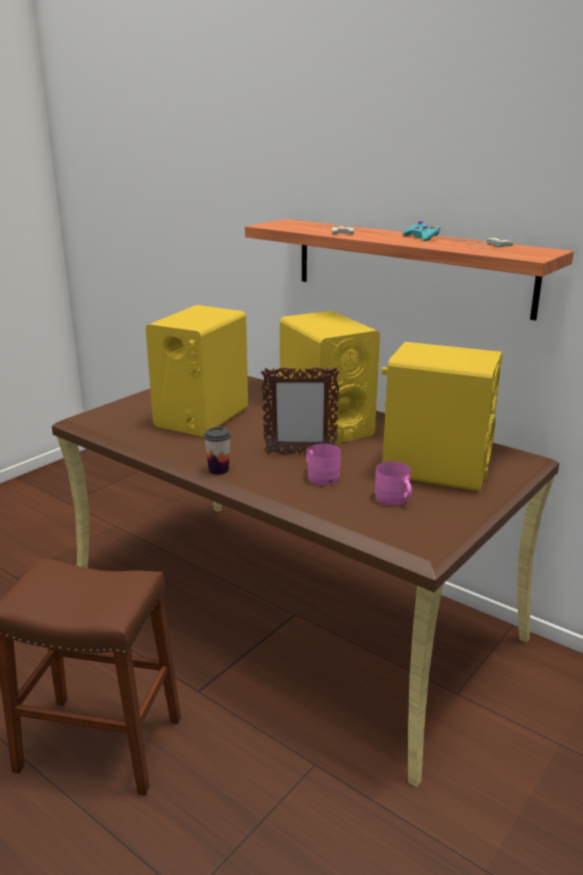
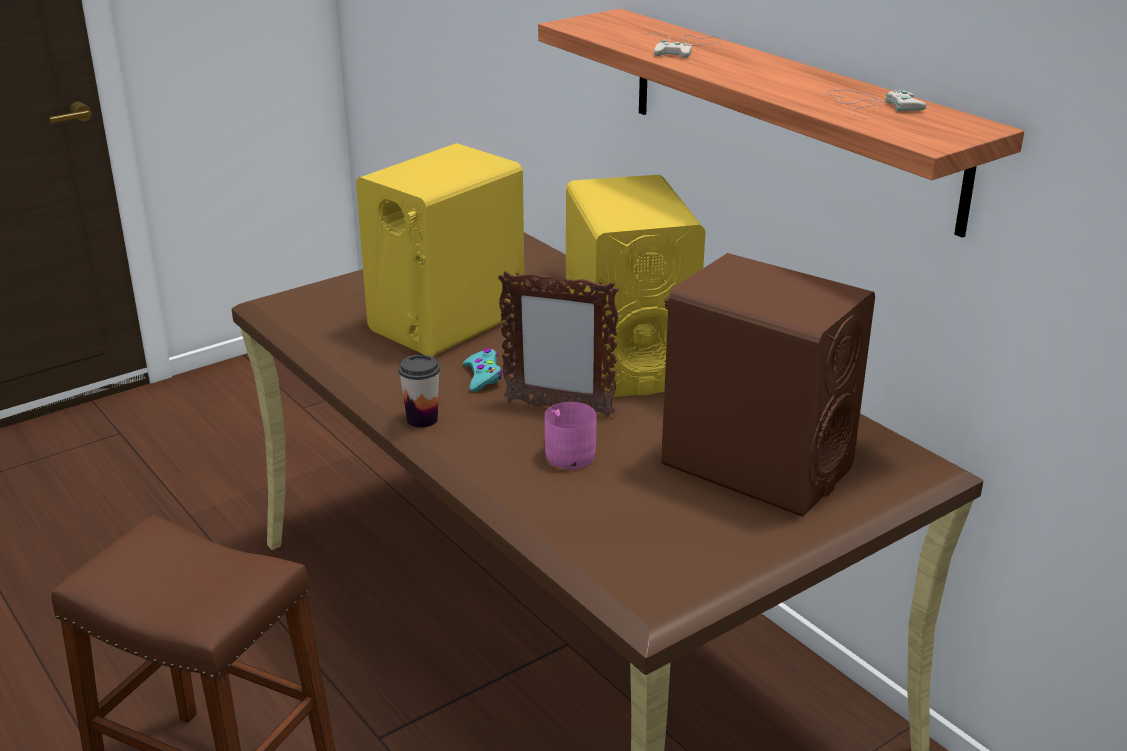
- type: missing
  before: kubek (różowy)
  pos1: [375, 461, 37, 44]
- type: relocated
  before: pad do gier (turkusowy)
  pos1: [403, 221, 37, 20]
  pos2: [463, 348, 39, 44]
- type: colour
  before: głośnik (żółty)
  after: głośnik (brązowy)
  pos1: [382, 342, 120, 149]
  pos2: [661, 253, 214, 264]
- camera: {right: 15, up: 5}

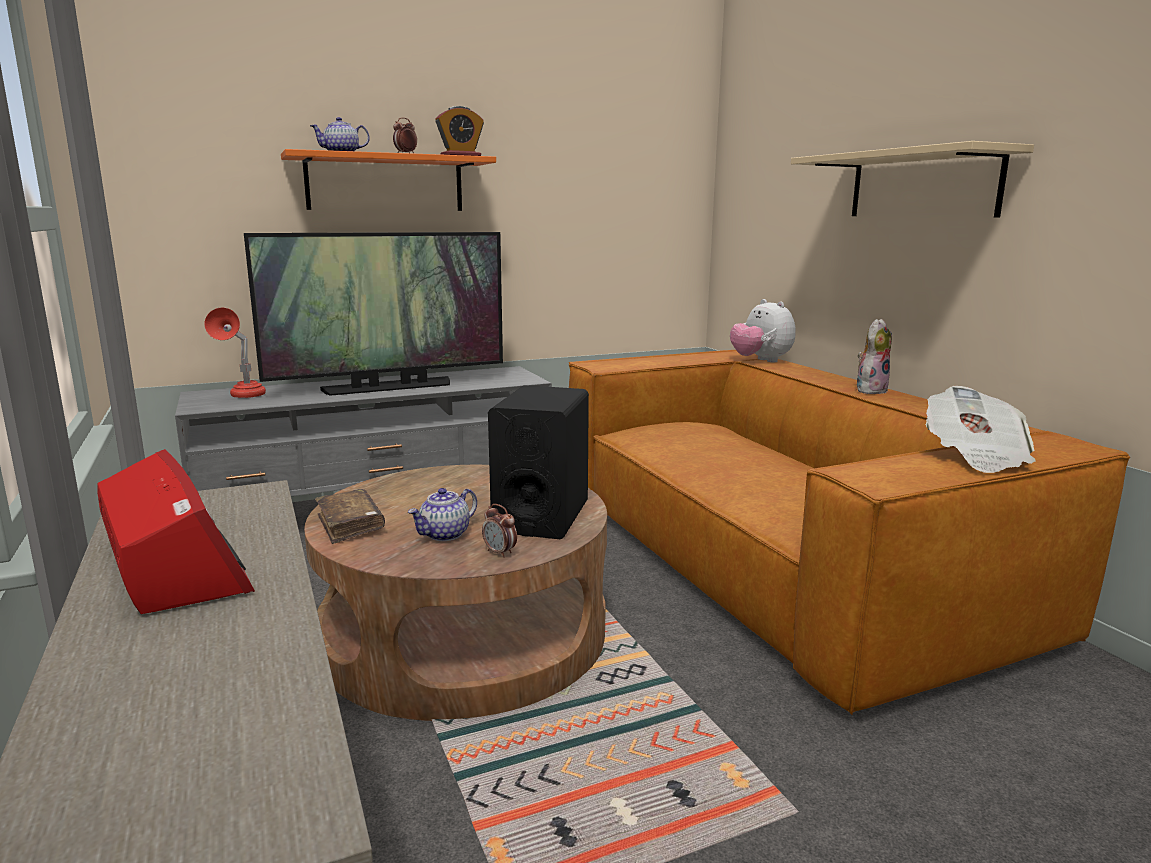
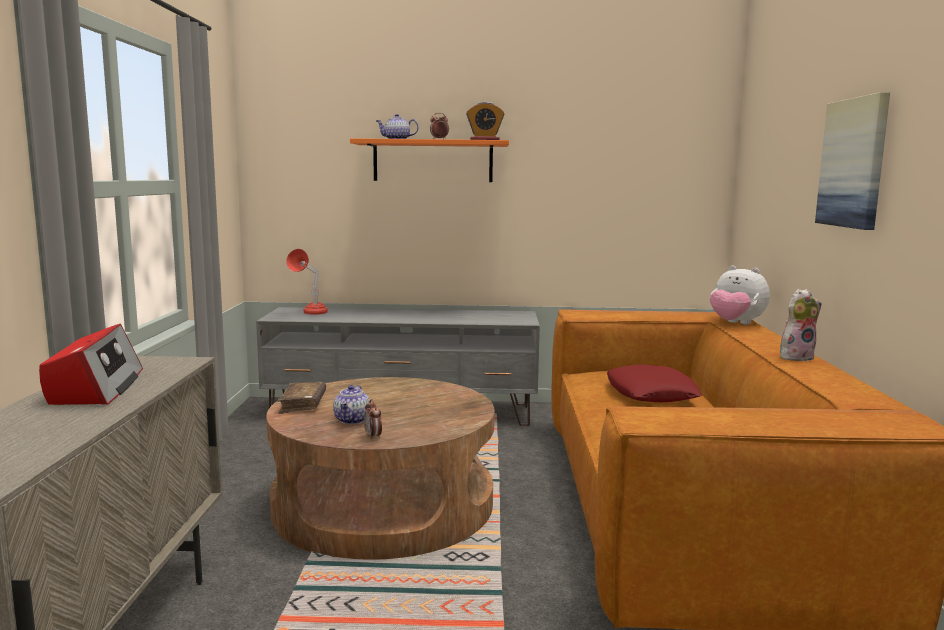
- type: missing
  before: telewizor
  pos1: [244, 232, 259, 164]
- type: missing
  before: głośnik (czarny)
  pos1: [488, 385, 101, 154]
- type: missing
  before: gazeta
  pos1: [925, 386, 110, 87]
- type: appeared
  after: poduszka (czerwony)
  pos2: [607, 365, 95, 37]
- type: exchanged
  before: półka (beżowy)
  after: obraz
  pos1: [791, 141, 243, 77]
  pos2: [815, 92, 75, 138]
- type: spun
  before: imbryk
  pos1: [408, 488, 69, 53]
  pos2: [333, 385, 37, 39]
  turn: -60
- type: spun
  before: pluszak
  pos1: [730, 299, 65, 63]
  pos2: [710, 266, 60, 59]
  turn: -45
- camera: {right: 25, up: -5}

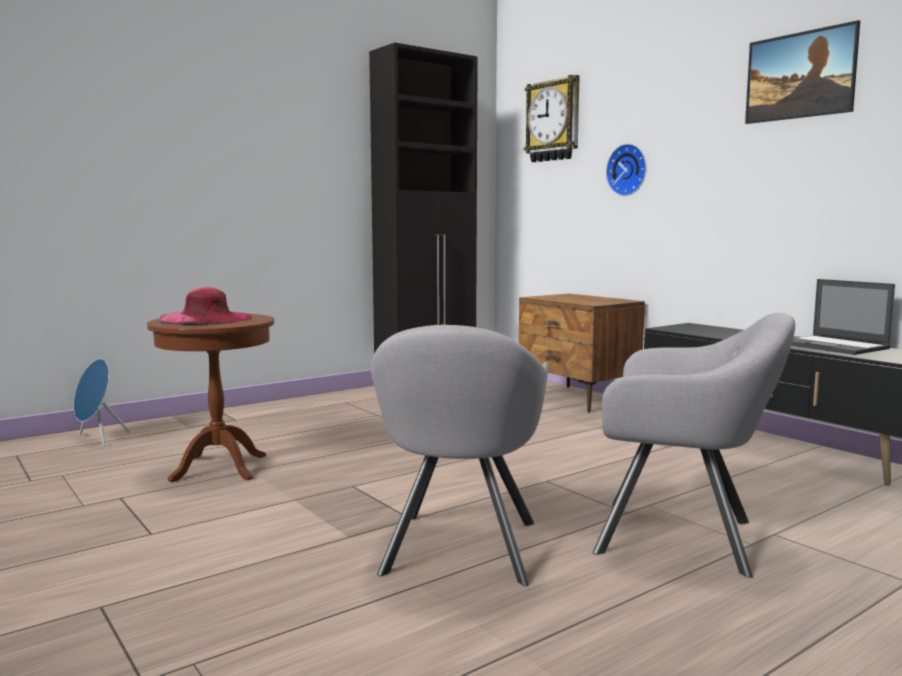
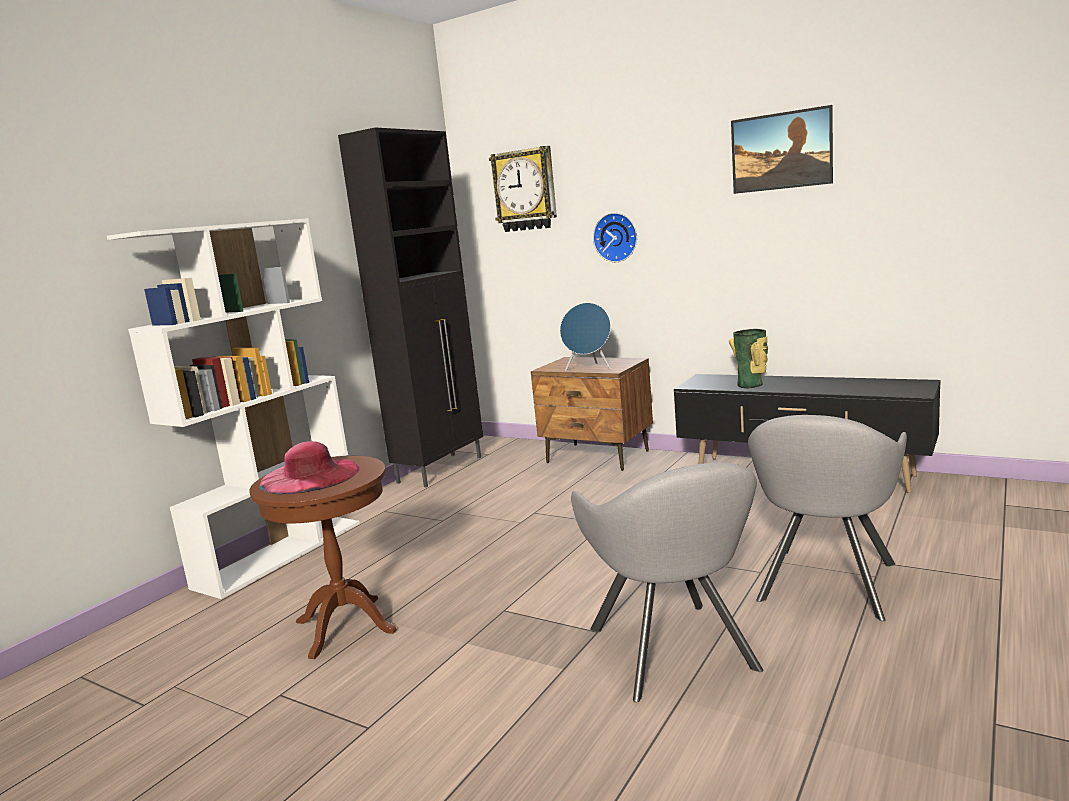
- type: missing
  before: laptop
  pos1: [791, 279, 104, 76]
- type: appeared
  after: regał (biały)
  pos2: [107, 218, 253, 381]
- type: appeared
  after: wazon
  pos2: [729, 329, 39, 59]
- type: relocated
  before: głośnik (niebieski)
  pos1: [74, 359, 56, 87]
  pos2: [560, 303, 51, 68]
- type: spun
  before: fotel (szary)
  pos1: [592, 313, 203, 265]
  pos2: [748, 415, 159, 206]
  turn: 120
- camera: {right: -20, up: 5}

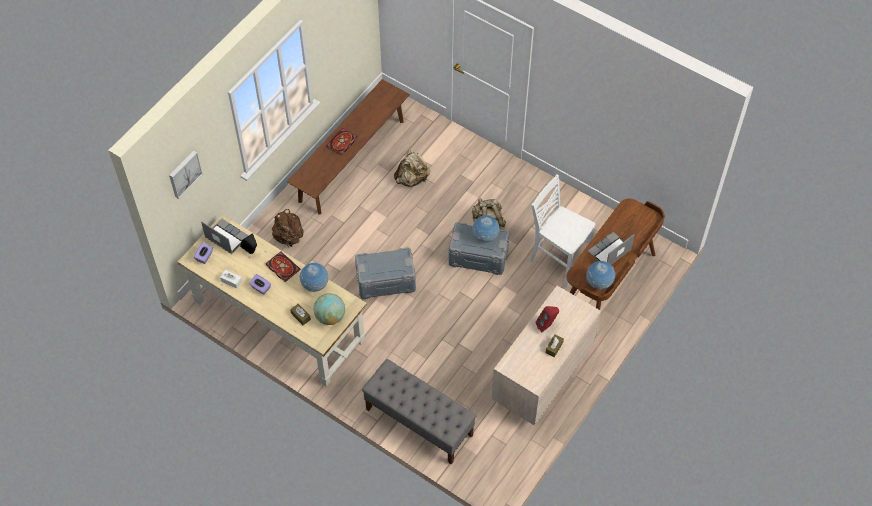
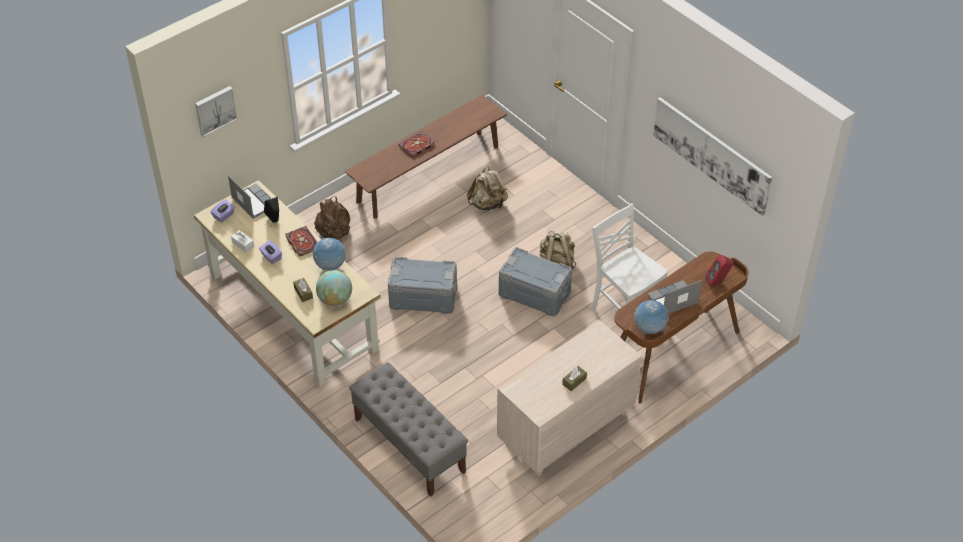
- type: missing
  before: globus
  pos1: [472, 215, 28, 28]
- type: appeared
  after: obraz
  pos2: [653, 97, 119, 119]
- type: relocated
  before: głośnik (czerwony)
  pos1: [536, 306, 23, 26]
  pos2: [706, 255, 28, 31]
- camera: {right: 15, up: -10}

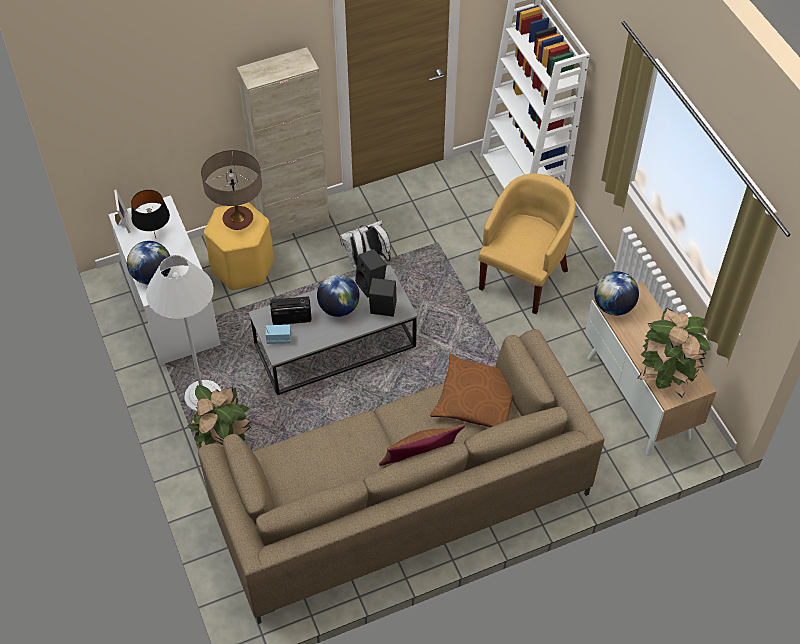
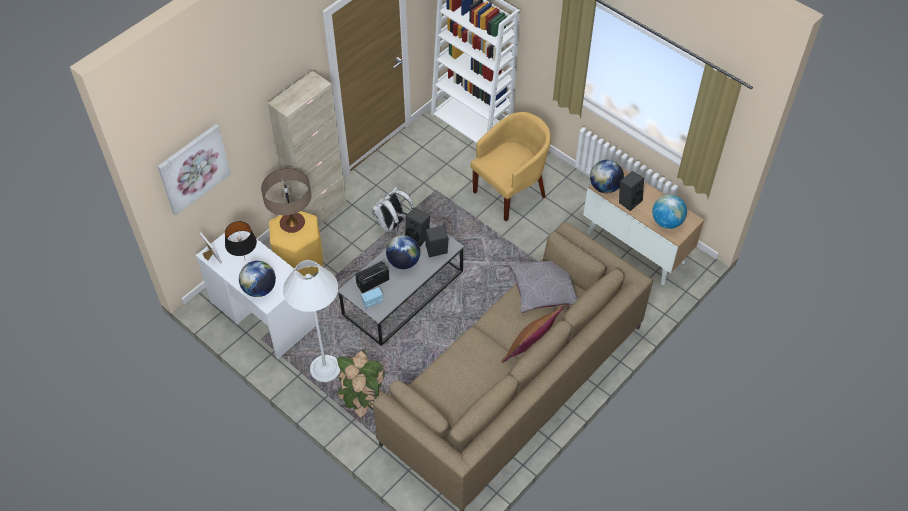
- type: appeared
  after: obraz
  pos2: [157, 124, 74, 92]
- type: appeared
  after: głośnik (czarny)
  pos2: [619, 171, 25, 40]
- type: exchanged
  before: roślina doniczkowa
  after: globus
  pos1: [637, 308, 74, 90]
  pos2: [652, 194, 35, 35]
- type: colour
  before: poduszka (brązowy)
  after: poduszka (szary)
  pos1: [430, 354, 83, 73]
  pos2: [509, 260, 69, 53]
- type: spun
  before: fotel (żółty)
  pos1: [479, 173, 97, 141]
  pos2: [470, 112, 81, 109]
  turn: 45
- camera: {right: -25, up: 0}

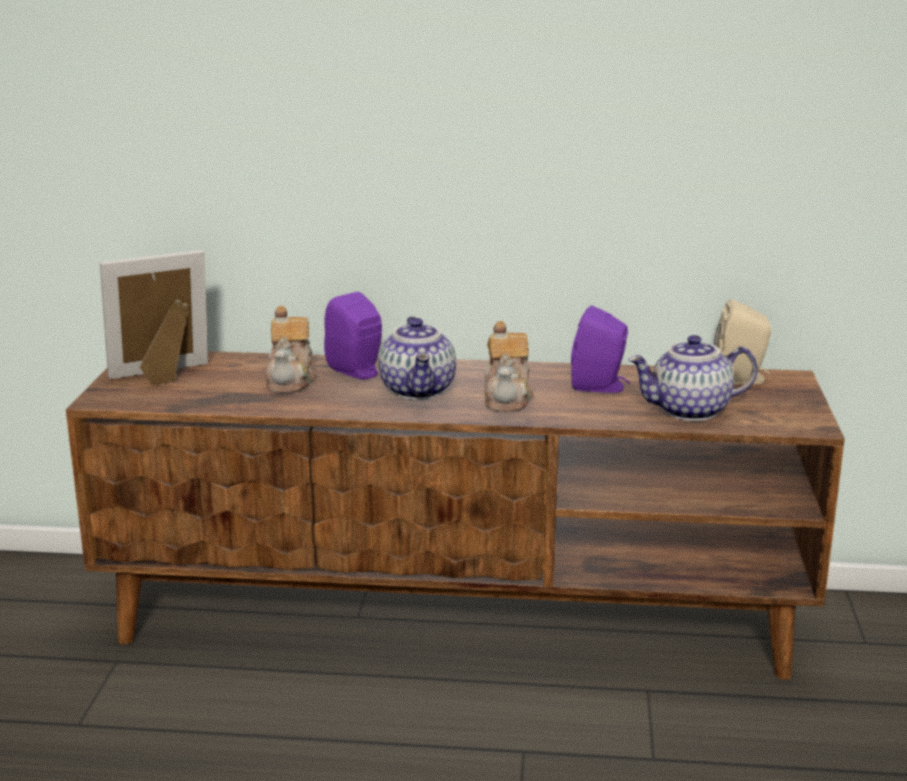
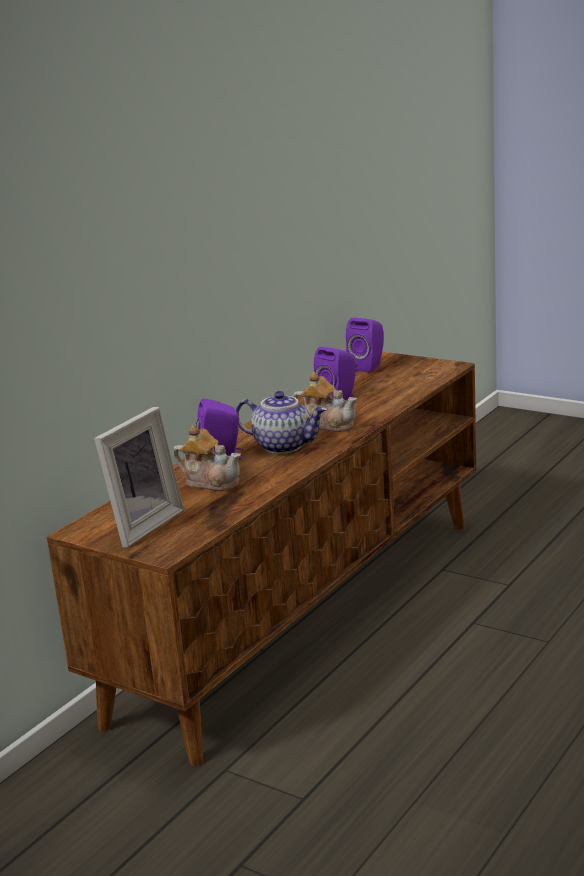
- type: missing
  before: imbryk
  pos1: [628, 335, 130, 86]
- type: colour
  before: głośnik (beżowy)
  after: głośnik (fioletowy)
  pos1: [714, 299, 57, 85]
  pos2: [346, 317, 38, 55]
- type: spun
  before: ramka na zdjęcie
  pos1: [100, 250, 108, 136]
  pos2: [94, 407, 90, 140]
  turn: -150
- camera: {right: -60, up: 0}

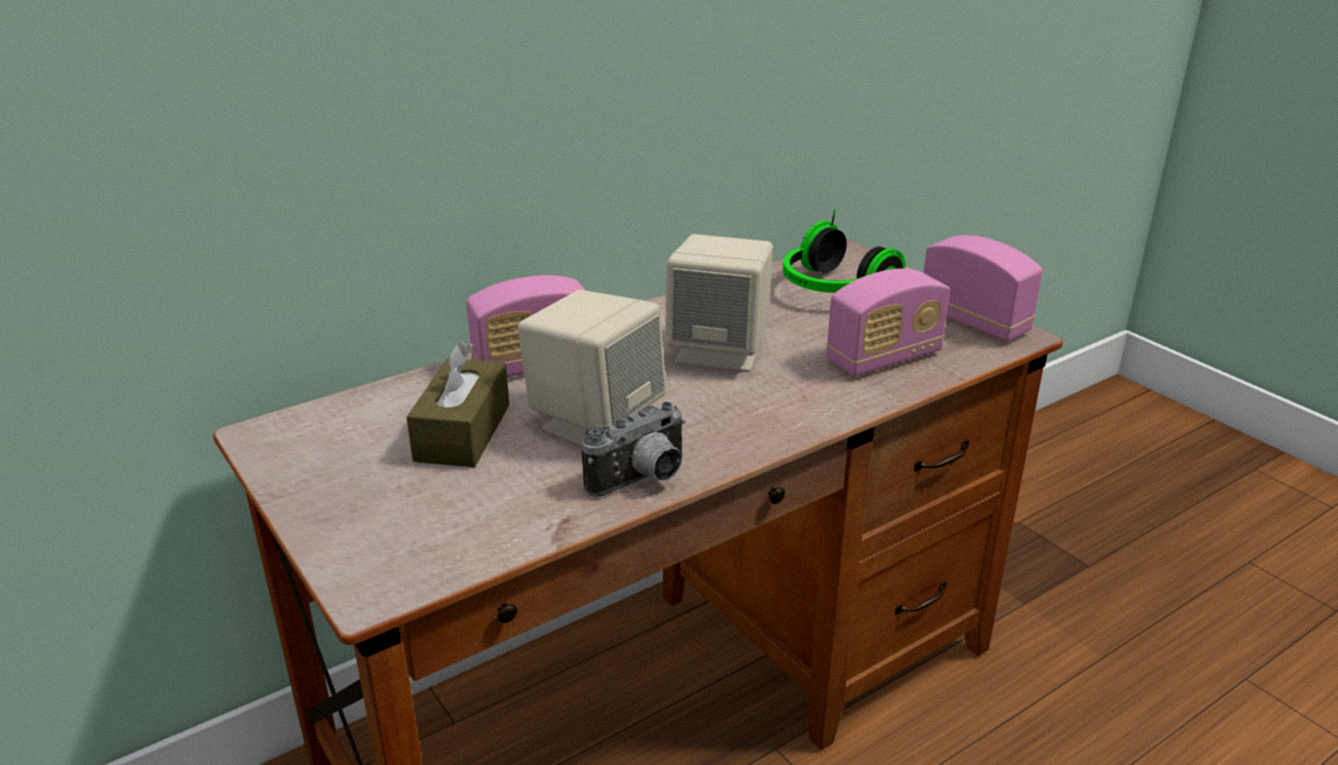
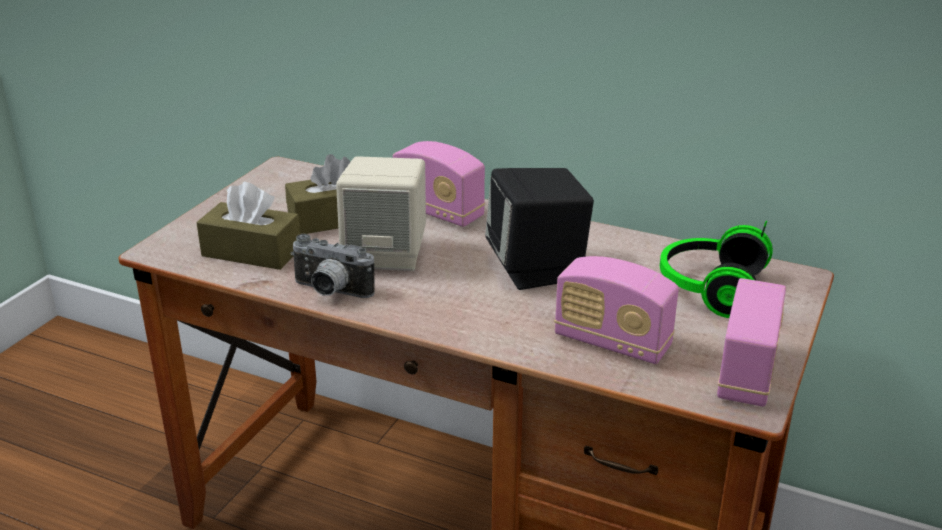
- type: appeared
  after: pudełko chusteczek (brązowy)
  pos2: [196, 182, 105, 88]
- type: colour
  before: głośnik (beżowy)
  after: głośnik (czarny)
  pos1: [665, 234, 108, 138]
  pos2: [485, 168, 109, 122]
- camera: {right: 60, up: 0}

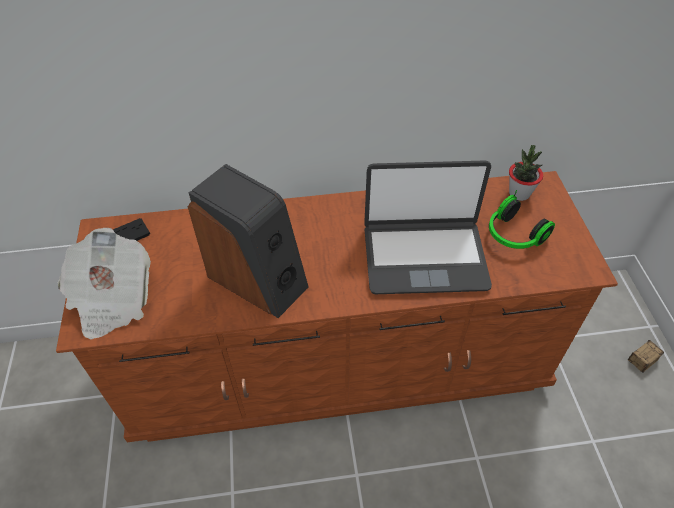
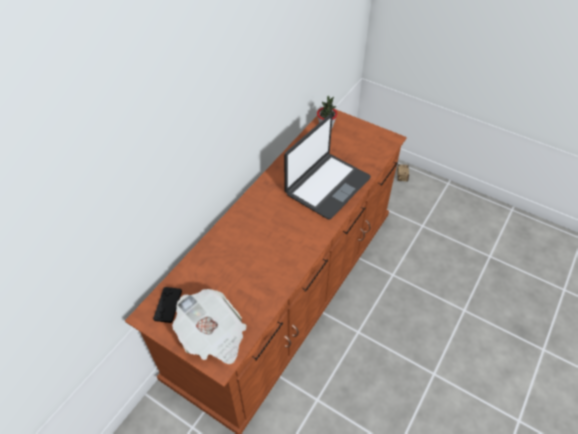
- type: missing
  before: głośnik
  pos1: [188, 164, 121, 154]
- type: missing
  before: słuchawki
  pos1: [489, 190, 66, 59]
- camera: {right: -50, up: 0}

